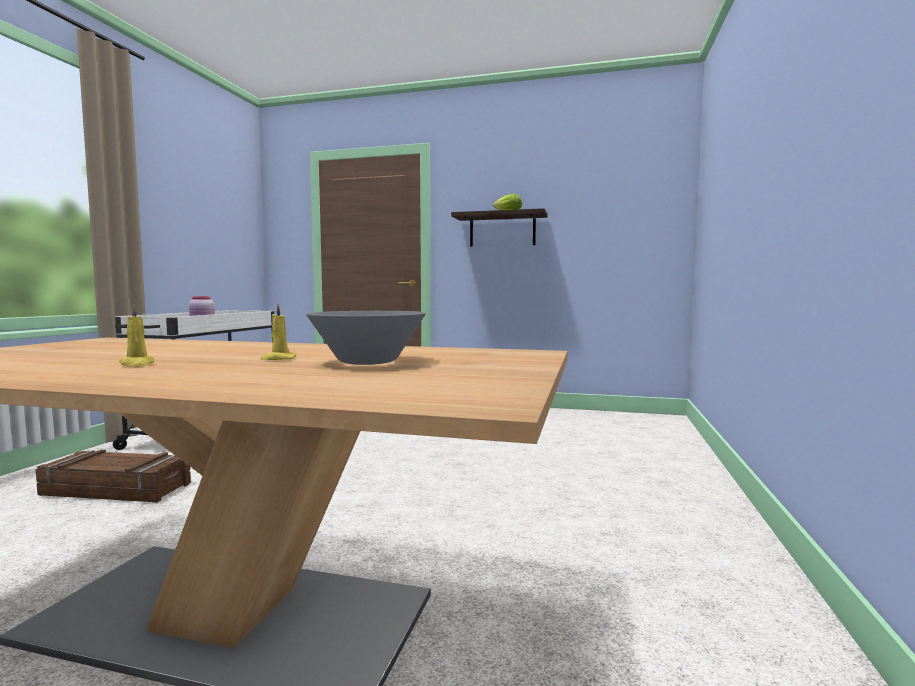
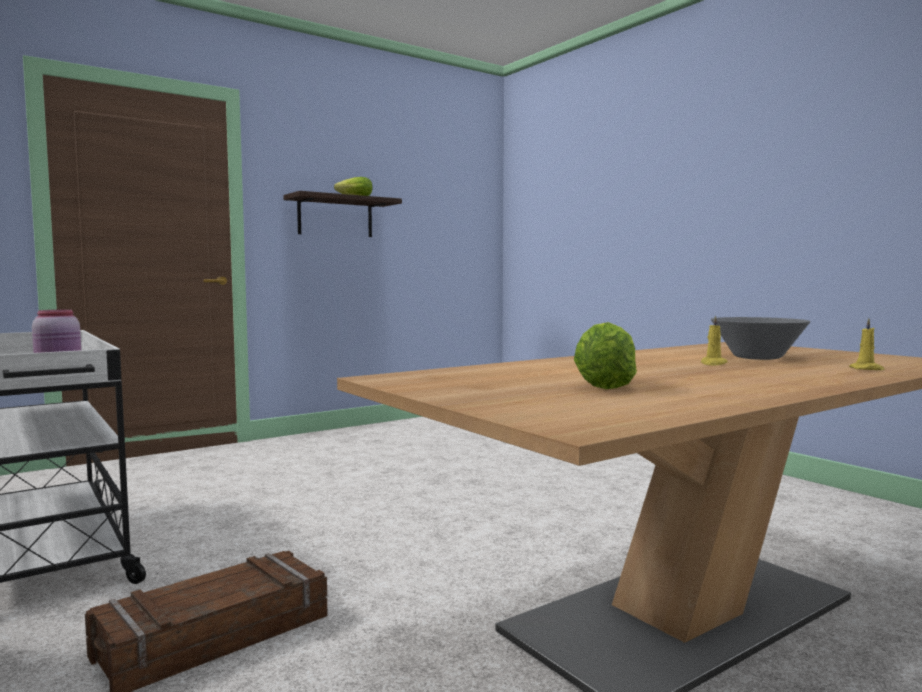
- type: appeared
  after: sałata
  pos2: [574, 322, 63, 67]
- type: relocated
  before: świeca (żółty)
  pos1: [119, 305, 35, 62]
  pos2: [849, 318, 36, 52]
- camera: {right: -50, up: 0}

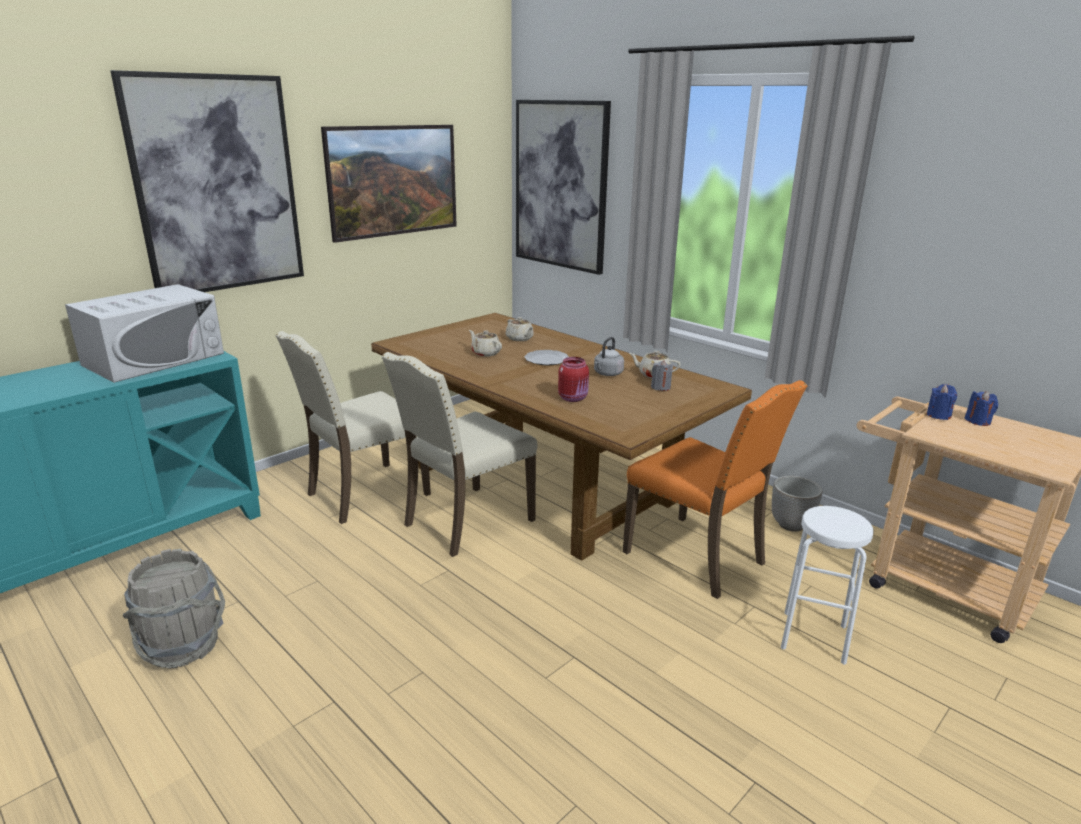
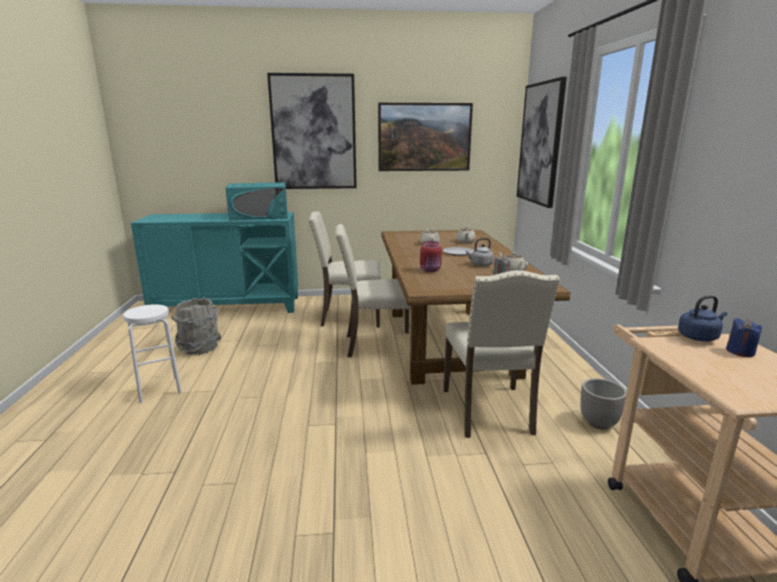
- type: relocated
  before: stołek (biały)
  pos1: [781, 506, 93, 159]
  pos2: [123, 304, 59, 99]
- type: exchanged
  before: świeca (niebieski)
  after: czajnik (niebieski)
  pos1: [927, 384, 30, 36]
  pos2: [678, 295, 49, 47]
- type: colour
  before: mikrofalówka (biały)
  after: mikrofalówka (turkusowy)
  pos1: [65, 284, 159, 99]
  pos2: [225, 182, 63, 38]
- type: colour
  before: krzesło (pomarańczowy)
  after: krzesło (beżowy)
  pos1: [623, 380, 184, 219]
  pos2: [443, 270, 117, 168]
- camera: {right: 40, up: -5}

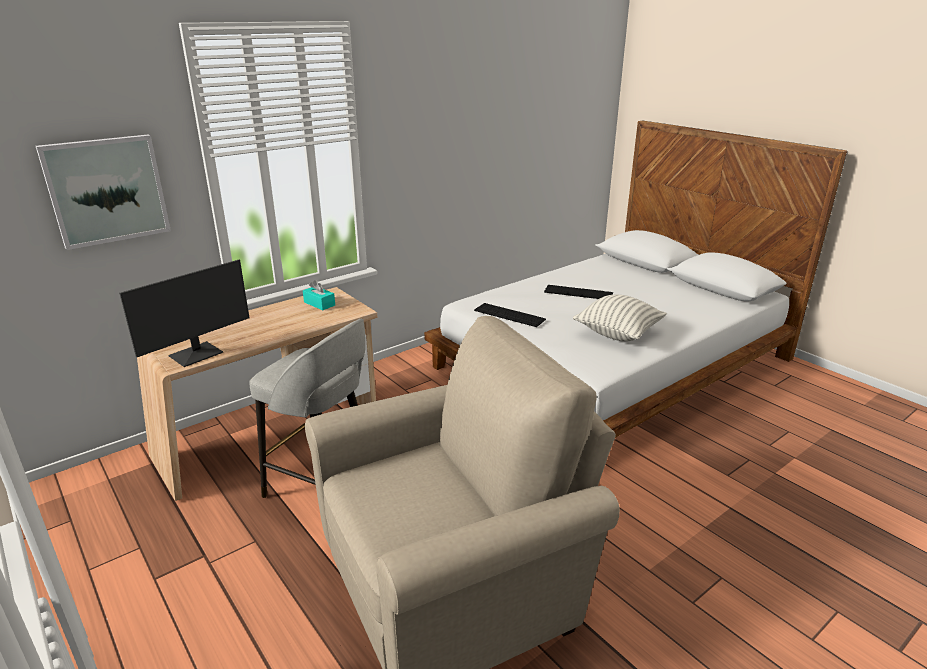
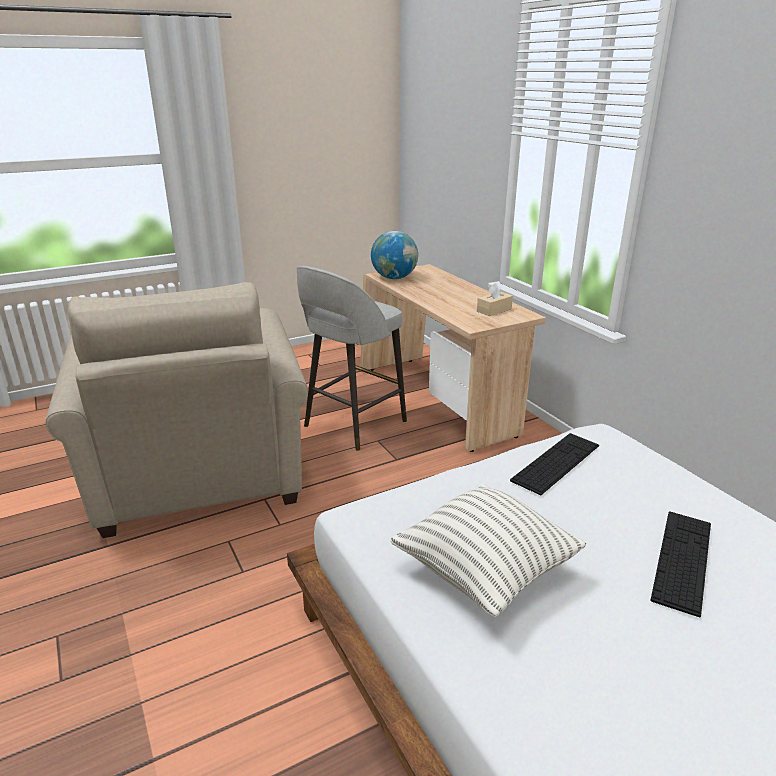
- type: missing
  before: obraz
  pos1: [36, 134, 135, 116]
- type: exchanged
  before: monitor
  after: globus
  pos1: [119, 260, 130, 107]
  pos2: [371, 231, 47, 48]
- type: colour
  before: pudełko chusteczek (turkusowy)
  after: pudełko chusteczek (beżowy)
  pos1: [303, 280, 32, 30]
  pos2: [477, 283, 36, 33]
- camera: {right: 100, up: 0}

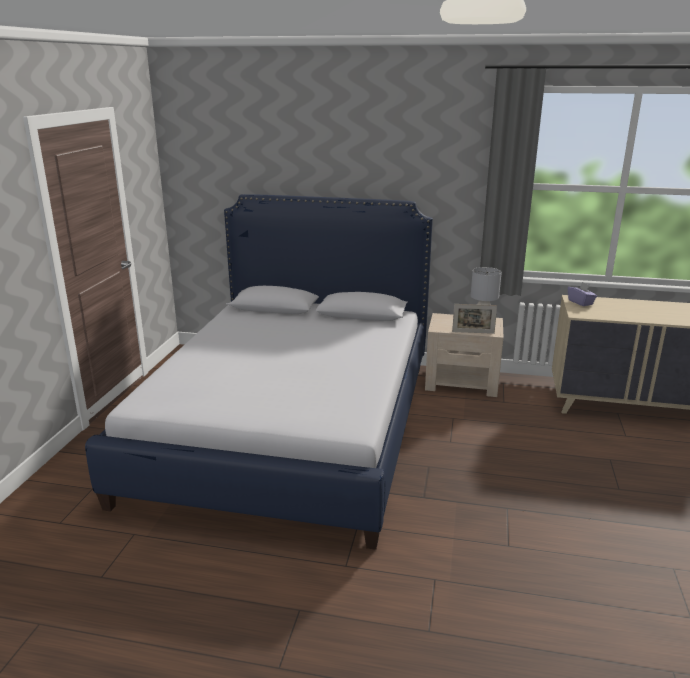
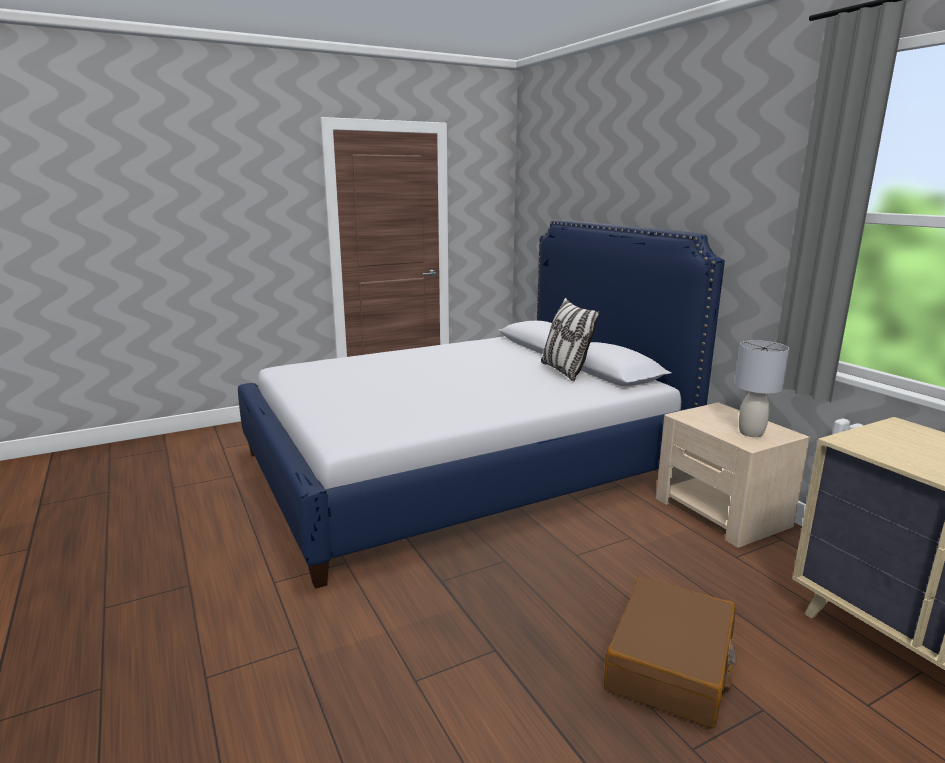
- type: missing
  before: ramka na zdjęcie
  pos1: [452, 304, 45, 30]
- type: missing
  before: pudełko chusteczek (fioletowy)
  pos1: [568, 282, 29, 24]
- type: appeared
  after: poduszka
  pos2: [541, 298, 59, 83]
- type: appeared
  after: walizka (brązowy)
  pos2: [604, 577, 132, 151]
- camera: {right: 50, up: -5}

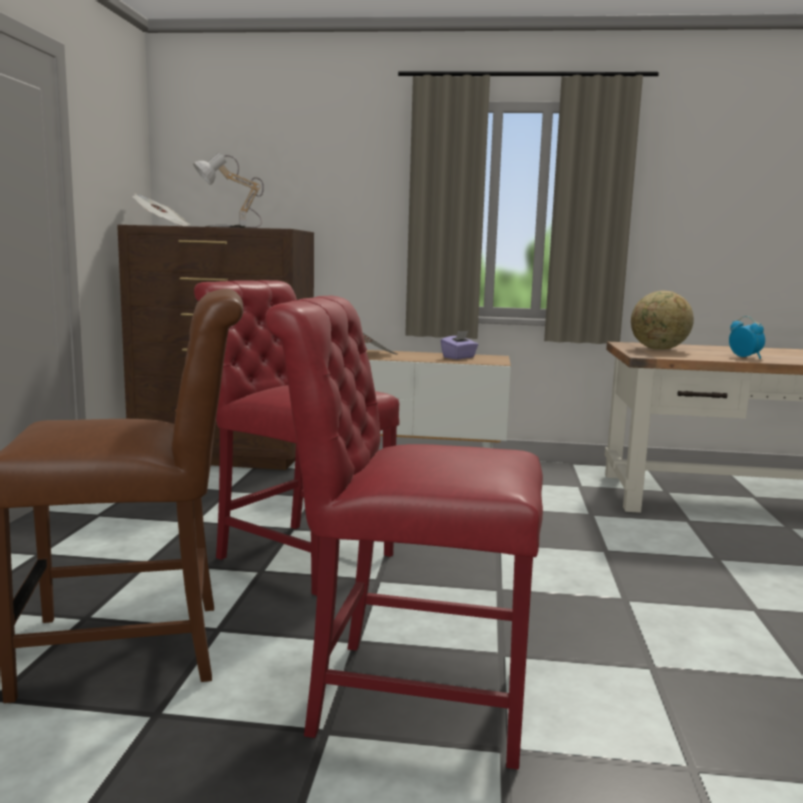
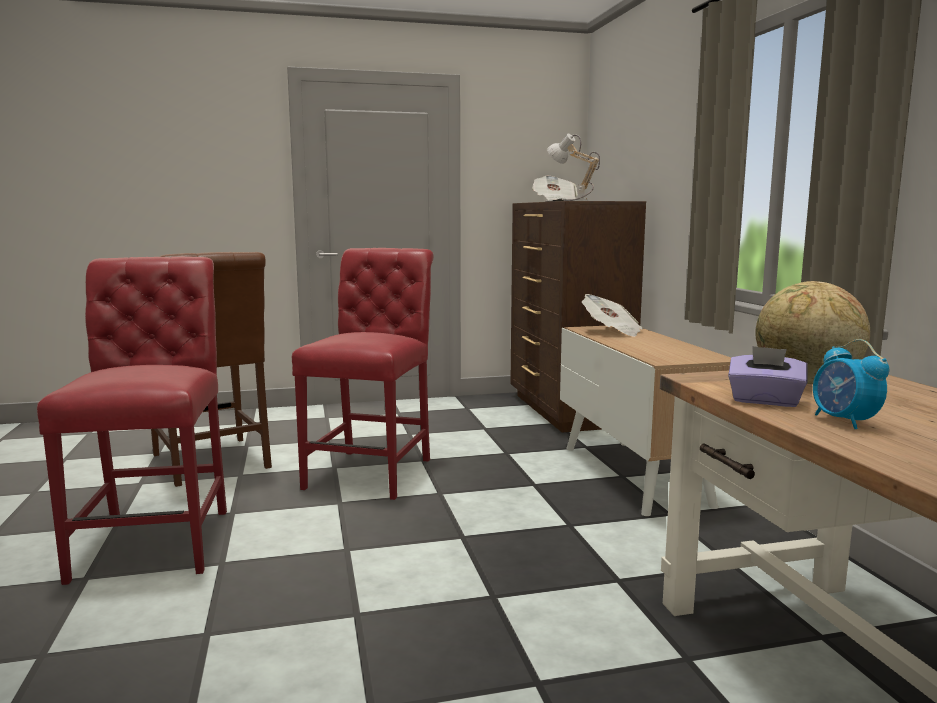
- type: relocated
  before: pudełko chusteczek (fioletowy)
  pos1: [441, 331, 37, 28]
  pos2: [728, 346, 80, 61]
- type: spun
  before: budzik
  pos1: [729, 316, 36, 43]
  pos2: [813, 339, 76, 90]
  turn: 120
- camera: {right: 70, up: 0}

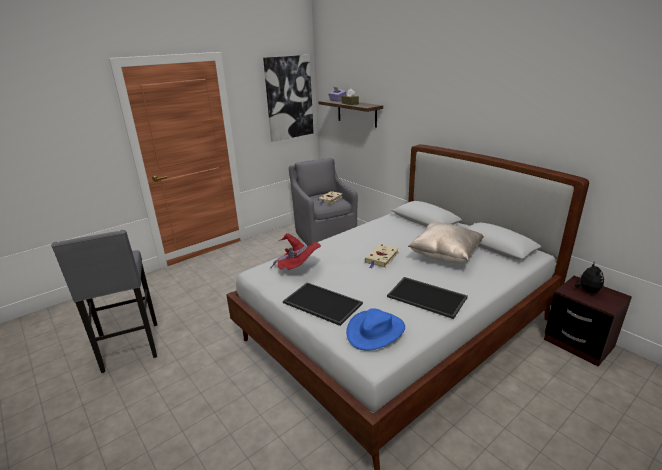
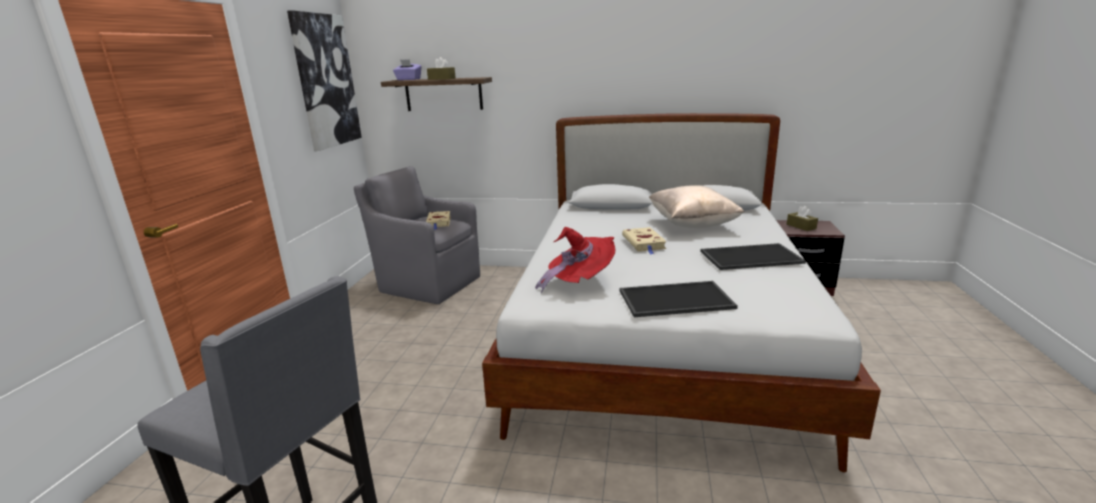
- type: missing
  before: kapelusz (niebieski)
  pos1: [346, 308, 59, 42]
- type: exchanged
  before: pluszak
  after: pudełko chusteczek (brązowy)
  pos1: [575, 262, 29, 31]
  pos2: [787, 206, 31, 25]
- camera: {right: -40, up: -5}

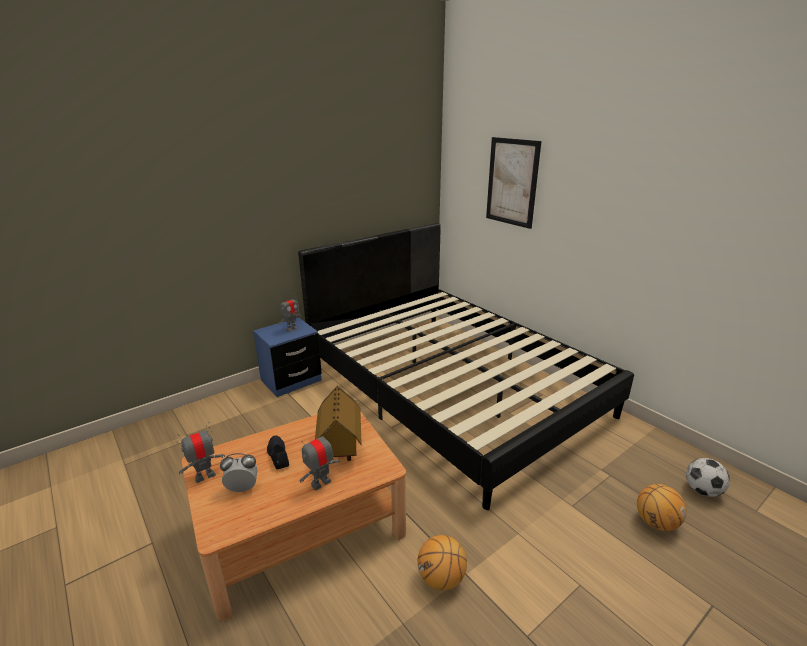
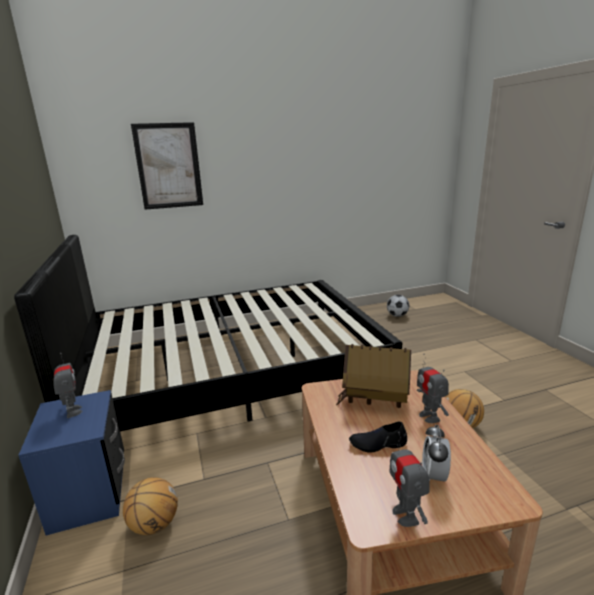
- type: relocated
  before: piłka do koszykówki
  pos1: [637, 484, 50, 47]
  pos2: [123, 477, 55, 58]
- camera: {right: -70, up: -5}

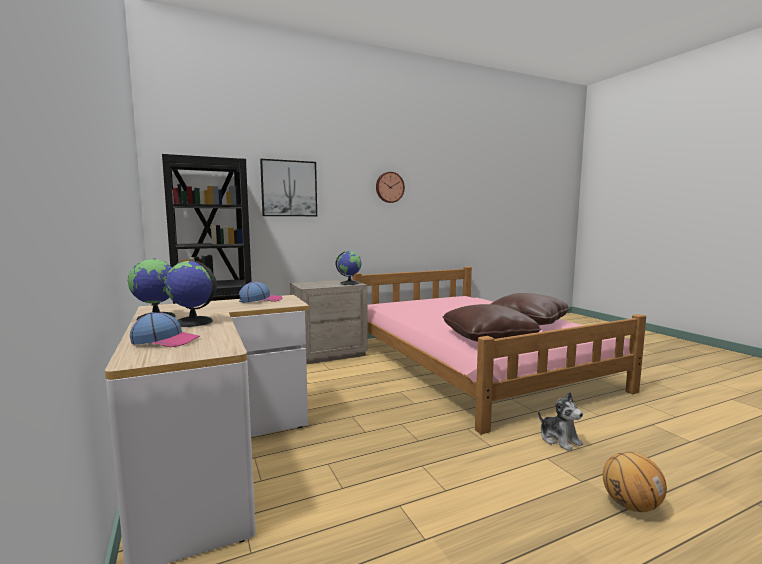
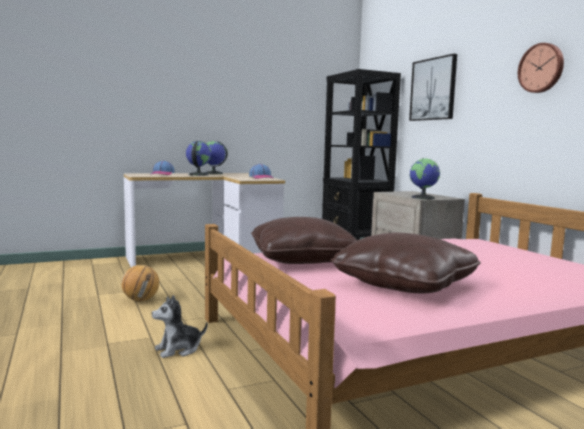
- type: relocated
  before: piłka do koszykówki
  pos1: [603, 452, 64, 60]
  pos2: [121, 265, 38, 36]
- camera: {right: 90, up: 0}

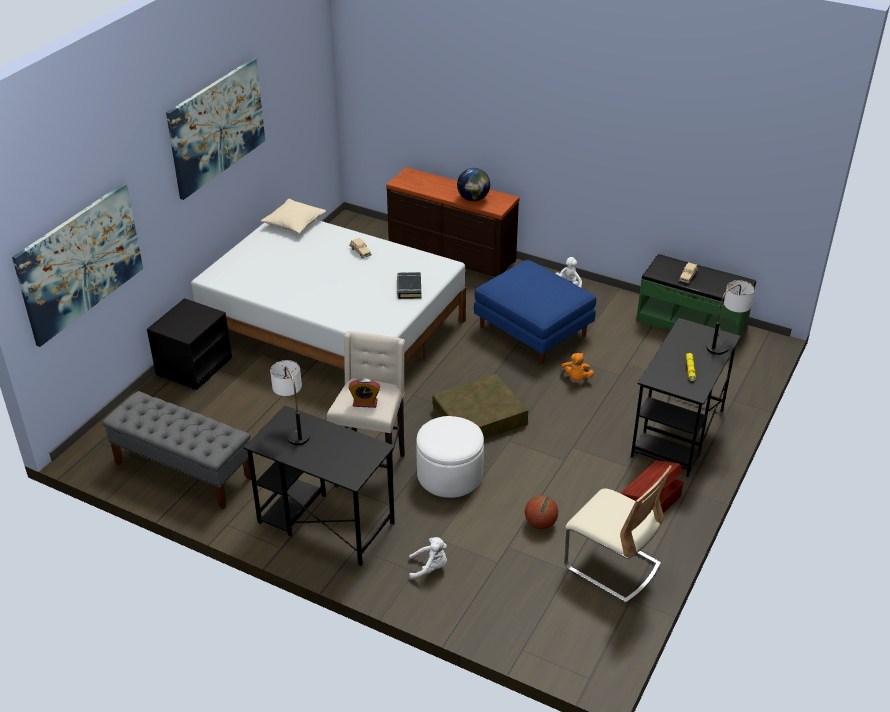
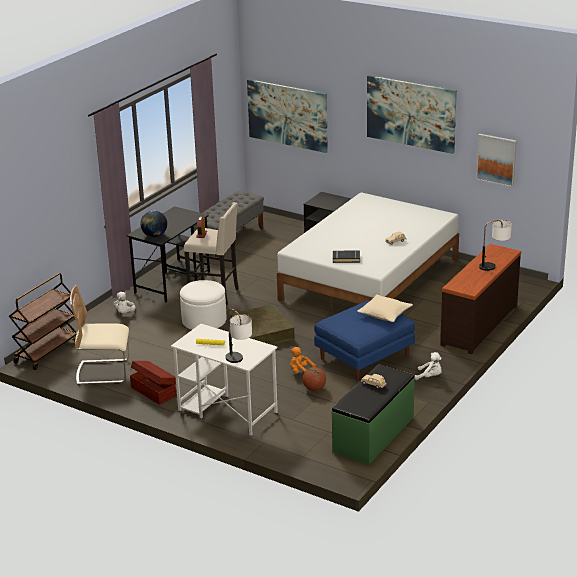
- type: appeared
  after: wózek (brązowy)
  pos2: [9, 273, 68, 97]
- type: appeared
  after: obraz
  pos2: [476, 134, 41, 53]
- type: relocated
  before: poduszka (beżowy)
  pos1: [261, 199, 65, 34]
  pos2: [357, 294, 56, 28]
- type: relocated
  before: lampa stołowa
  pos1: [270, 360, 40, 85]
  pos2: [479, 220, 33, 51]
- type: relocated
  before: globus
  pos1: [457, 168, 33, 33]
  pos2: [140, 211, 27, 26]
- type: relocated
  before: piłka do koszykówki
  pos1: [525, 495, 33, 34]
  pos2: [302, 367, 24, 24]
- type: colour
  before: biurko (czarny)
  after: biurko (biały)
  pos1: [631, 318, 110, 159]
  pos2: [171, 324, 107, 112]
- type: spun
  before: krzesło (beżowy)
  pos1: [565, 465, 107, 138]
  pos2: [70, 285, 59, 100]
  turn: 45
- camera: {right: 95, up: -10}

